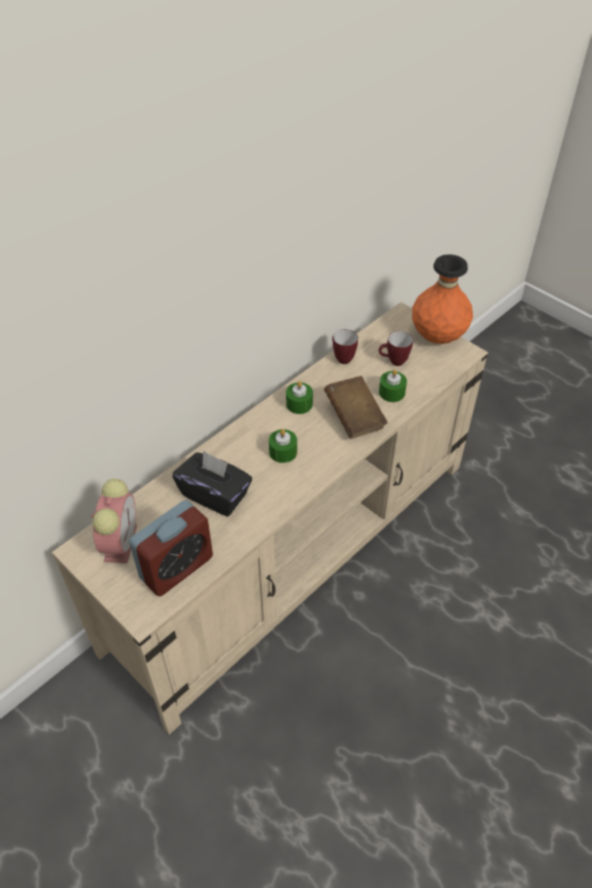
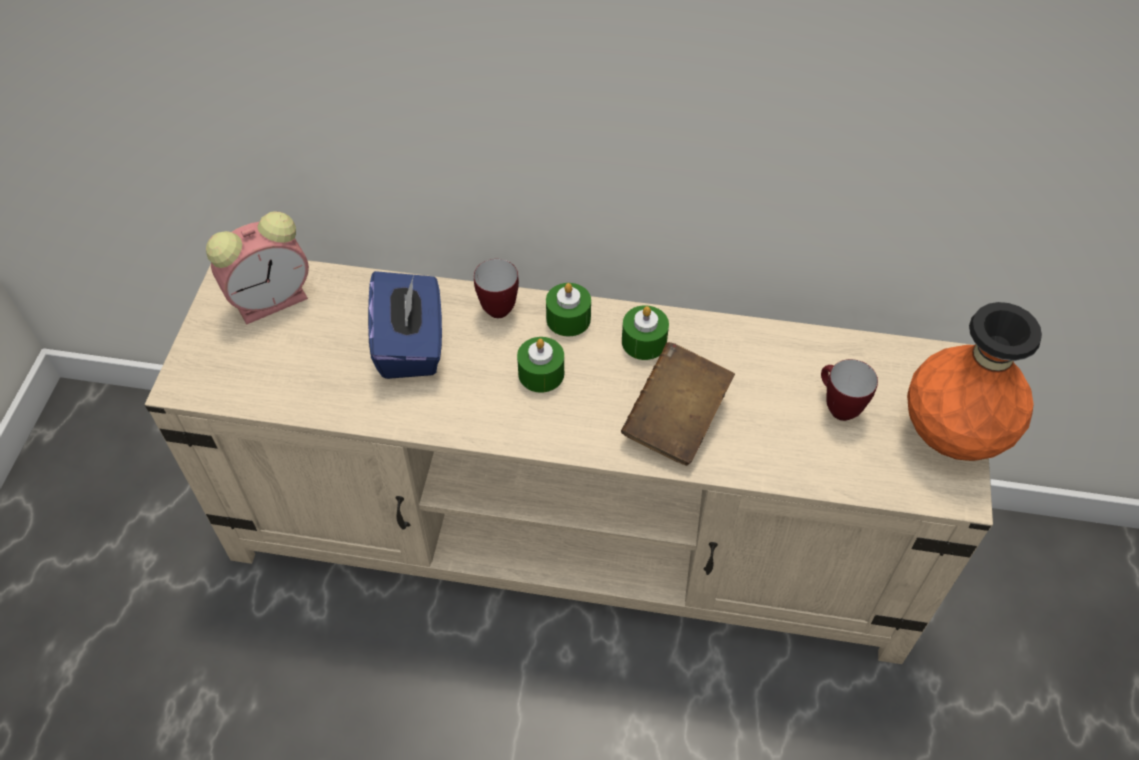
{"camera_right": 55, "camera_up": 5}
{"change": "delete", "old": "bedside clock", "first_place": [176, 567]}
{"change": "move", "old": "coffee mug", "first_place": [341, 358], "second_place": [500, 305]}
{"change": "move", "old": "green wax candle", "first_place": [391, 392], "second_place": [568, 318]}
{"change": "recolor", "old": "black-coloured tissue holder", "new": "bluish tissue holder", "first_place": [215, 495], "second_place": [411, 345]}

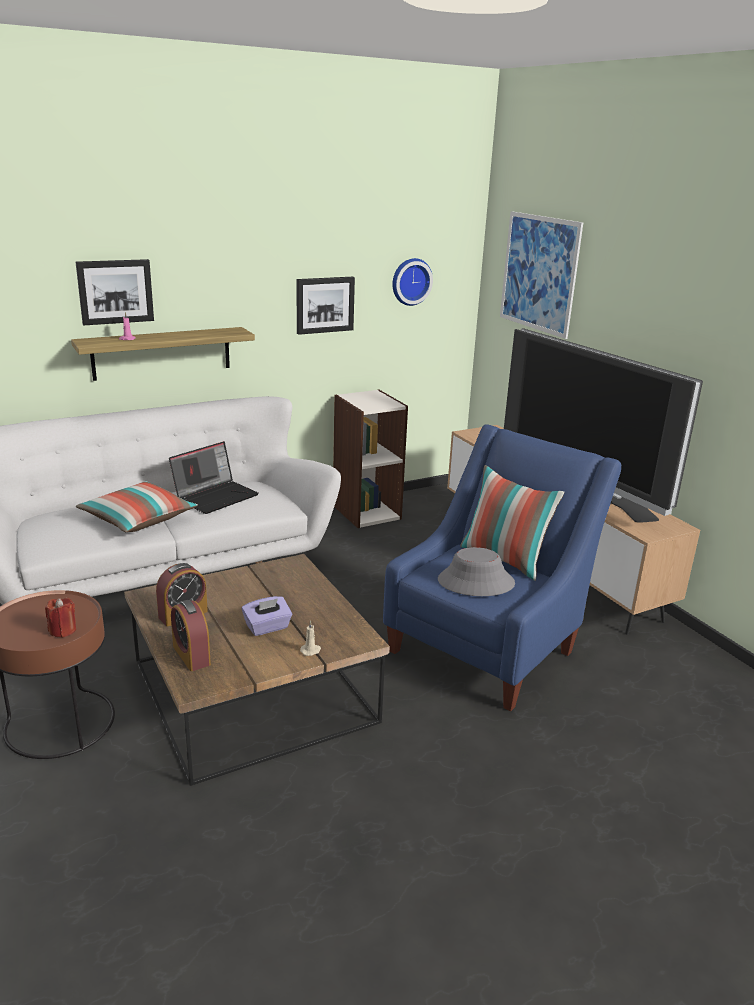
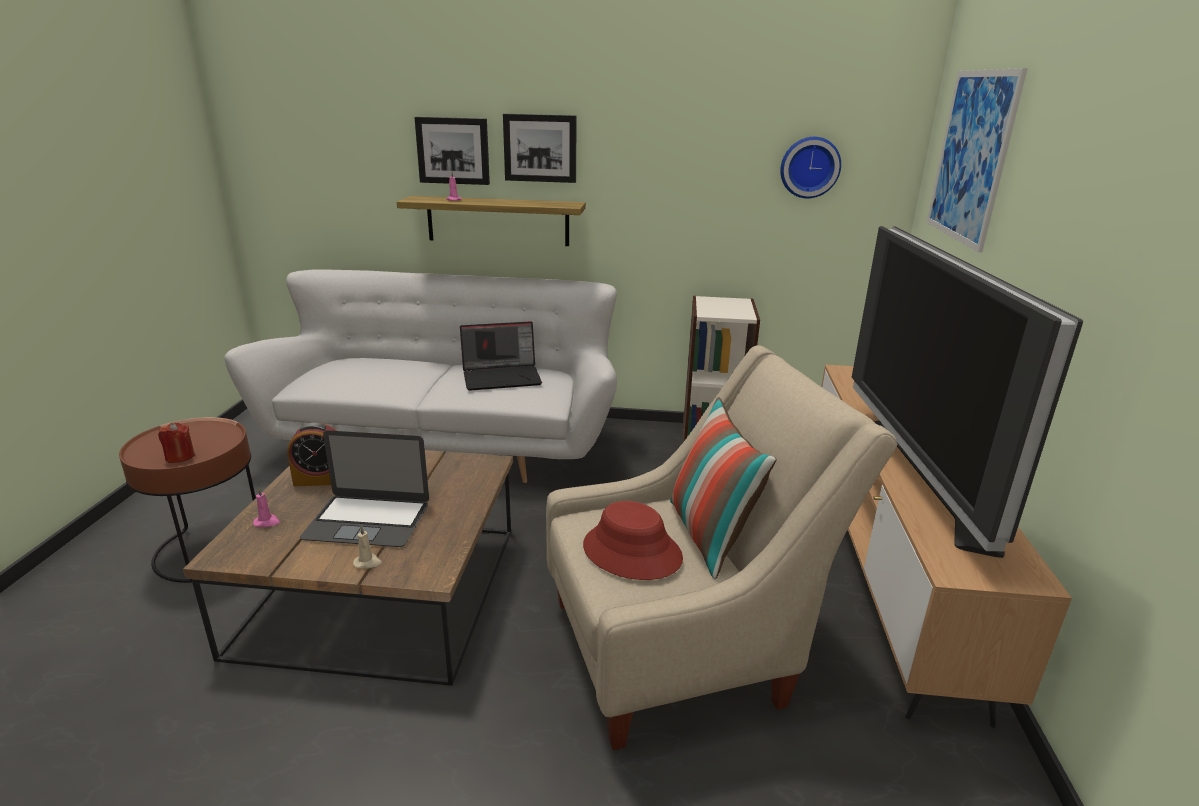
{"camera_right": 35, "camera_up": 0}
{"change": "delete", "old": "pillow", "first_place": [138, 520]}
{"change": "move", "old": "wall picture", "first_place": [324, 305], "second_place": [540, 148]}
{"change": "replace", "old": "bedside clock", "new": "pinkish wax candle", "first_place": [191, 655], "second_place": [267, 522]}
{"change": "replace", "old": "purple tissue holder", "new": "notebook computer", "first_place": [267, 627], "second_place": [368, 520]}
{"change": "recolor", "old": "bluish easy chair", "new": "beige easy chair", "first_place": [488, 645], "second_place": [682, 647]}
{"change": "recolor", "old": "grey clothing hat", "new": "reddish clothing hat", "first_place": [475, 582], "second_place": [631, 552]}

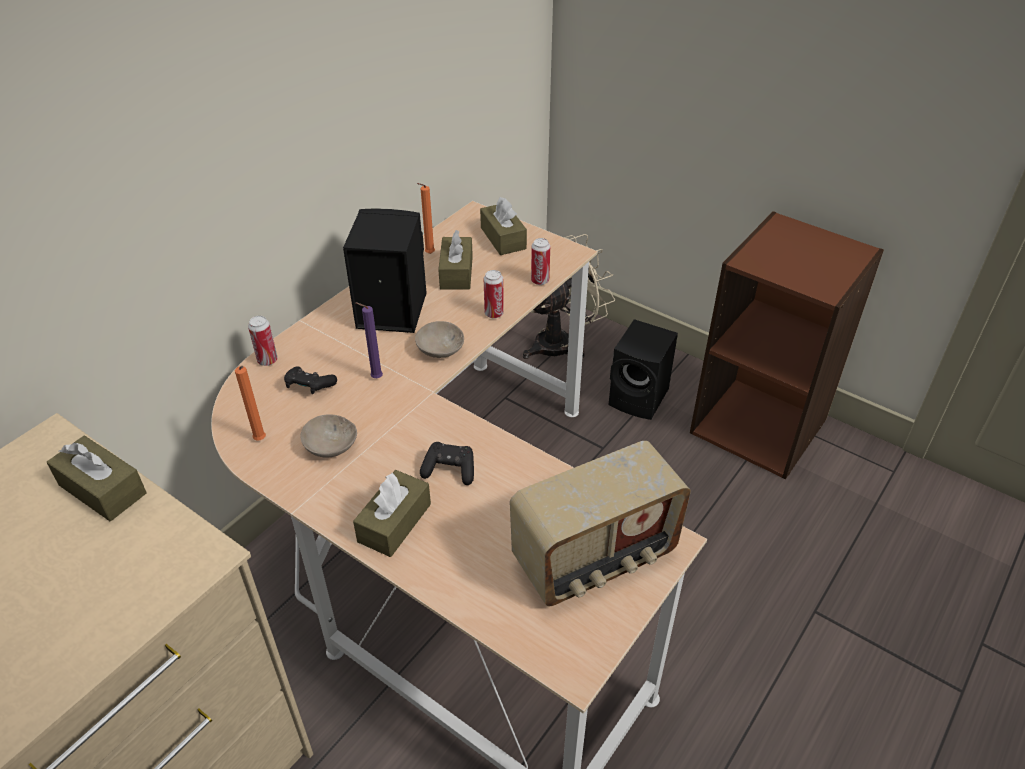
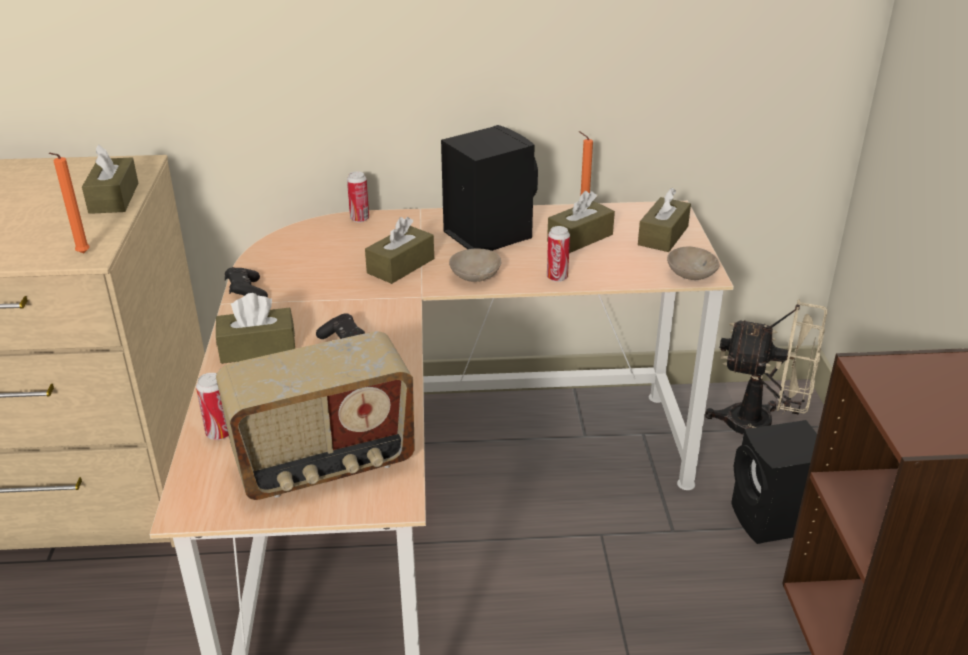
{"camera_right": 50, "camera_up": -10}
{"change": "move", "old": "orange wax candle", "first_place": [261, 441], "second_place": [82, 254]}
{"change": "move", "old": "black-coloured game controller", "first_place": [309, 387], "second_place": [246, 293]}
{"change": "move", "old": "beige deep dish", "first_place": [329, 446], "second_place": [689, 274]}
{"change": "move", "old": "can", "first_place": [540, 281], "second_place": [219, 433]}
{"change": "replace", "old": "purple wax candle", "new": "brown tissue holder", "first_place": [375, 378], "second_place": [401, 266]}
{"change": "rotate", "old": "radio", "first_place": [595, 559], "second_place": [325, 464], "degrees": -45}

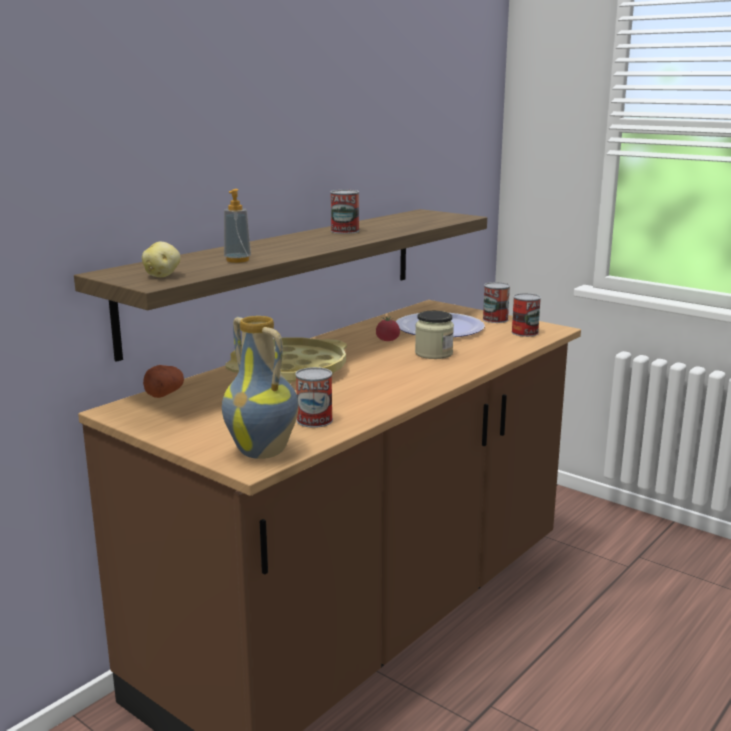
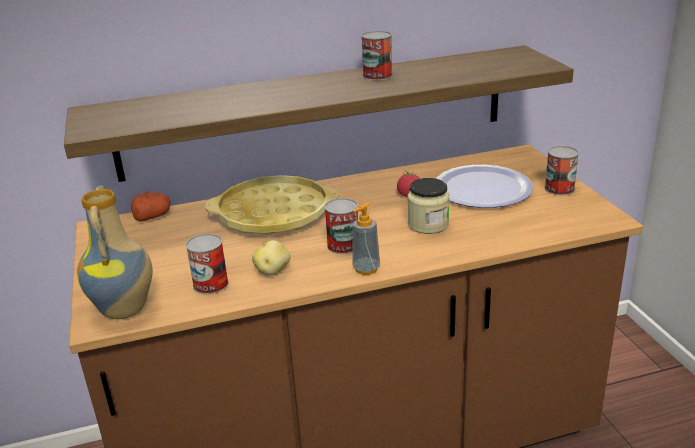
{"camera_right": 35, "camera_up": 10}
{"change": "move", "old": "spud", "first_place": [162, 275], "second_place": [273, 271]}
{"change": "move", "old": "soap bottle", "first_place": [237, 260], "second_place": [366, 269]}
{"change": "move", "old": "can", "first_place": [524, 332], "second_place": [343, 245]}

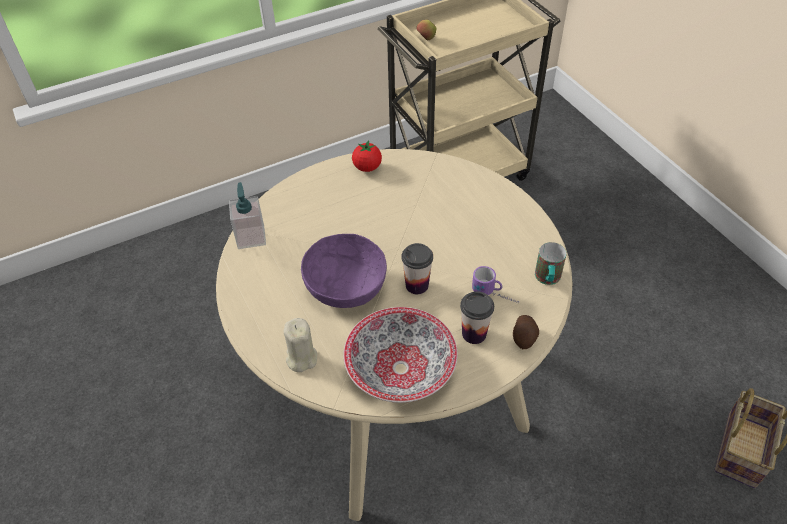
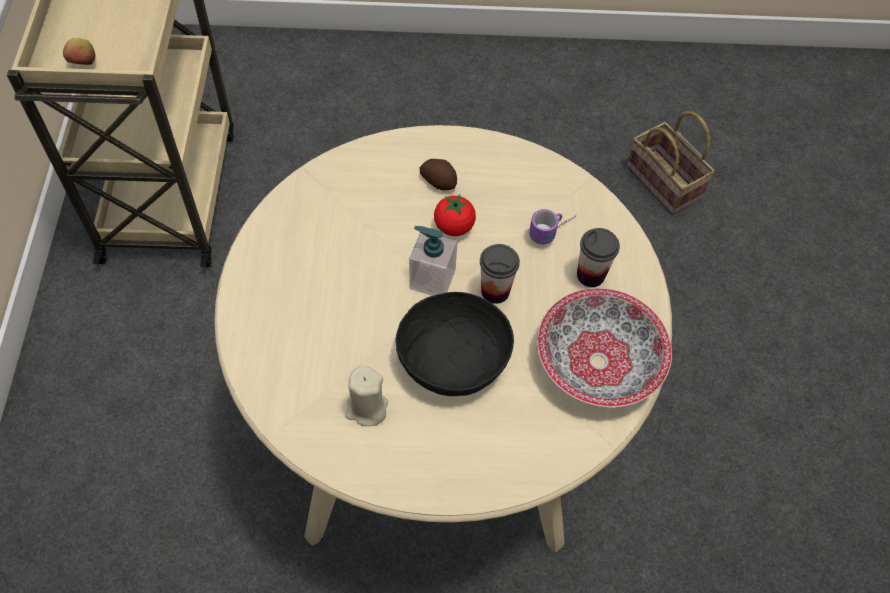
{"camera_right": -65, "camera_up": 10}
{"change": "delete", "old": "coffee mug", "first_place": [547, 279]}
{"change": "move", "old": "soap bottle", "first_place": [251, 237], "second_place": [432, 279]}
{"change": "move", "old": "beige wax candle", "first_place": [301, 358], "second_place": [366, 408]}
{"change": "move", "old": "whole tomato", "first_place": [367, 167], "second_place": [454, 226]}
{"change": "move", "old": "spud", "first_place": [524, 337], "second_place": [438, 180]}
{"change": "recolor", "old": "purple deep dish", "new": "black-coloured deep dish", "first_place": [345, 286], "second_place": [452, 360]}

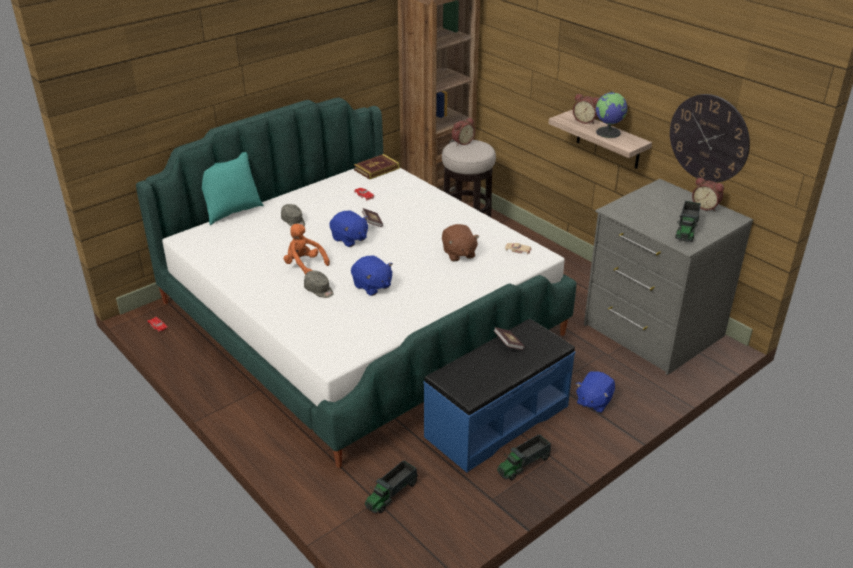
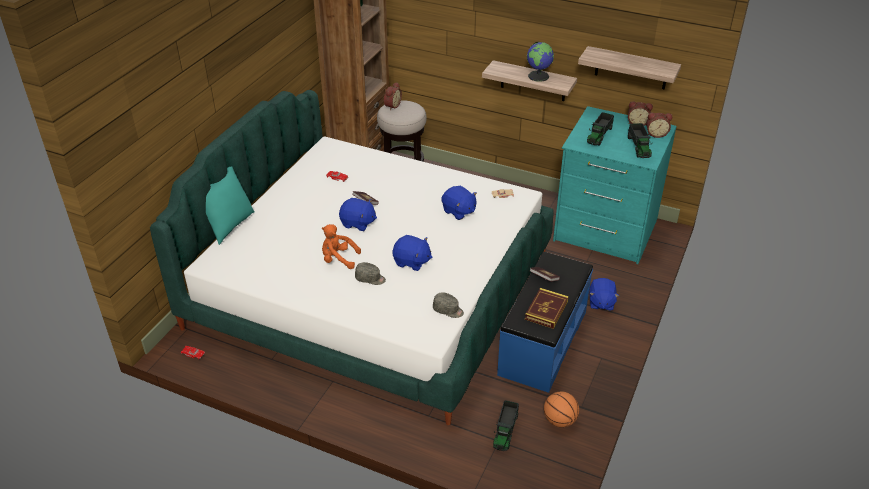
{"camera_right": -25, "camera_up": 5}
{"change": "insert", "new": "basketball ball", "second_place": [559, 420]}
{"change": "move", "old": "grey peaked cap", "first_place": [294, 221], "second_place": [448, 310]}
{"change": "move", "old": "bound book", "first_place": [376, 169], "second_place": [546, 310]}
{"change": "move", "old": "model truck", "first_place": [524, 465], "second_place": [599, 135]}
{"change": "move", "old": "bedside clock", "first_place": [585, 120], "second_place": [656, 134]}
{"change": "replace", "old": "wall clock", "new": "shelf", "first_place": [709, 138], "second_place": [631, 68]}
{"change": "recolor", "old": "brown plush toy", "new": "bluish plush toy", "first_place": [458, 254], "second_place": [459, 211]}
{"change": "recolor", "old": "grey chest of drawers", "new": "turquoise chest of drawers", "first_place": [652, 331], "second_place": [605, 231]}

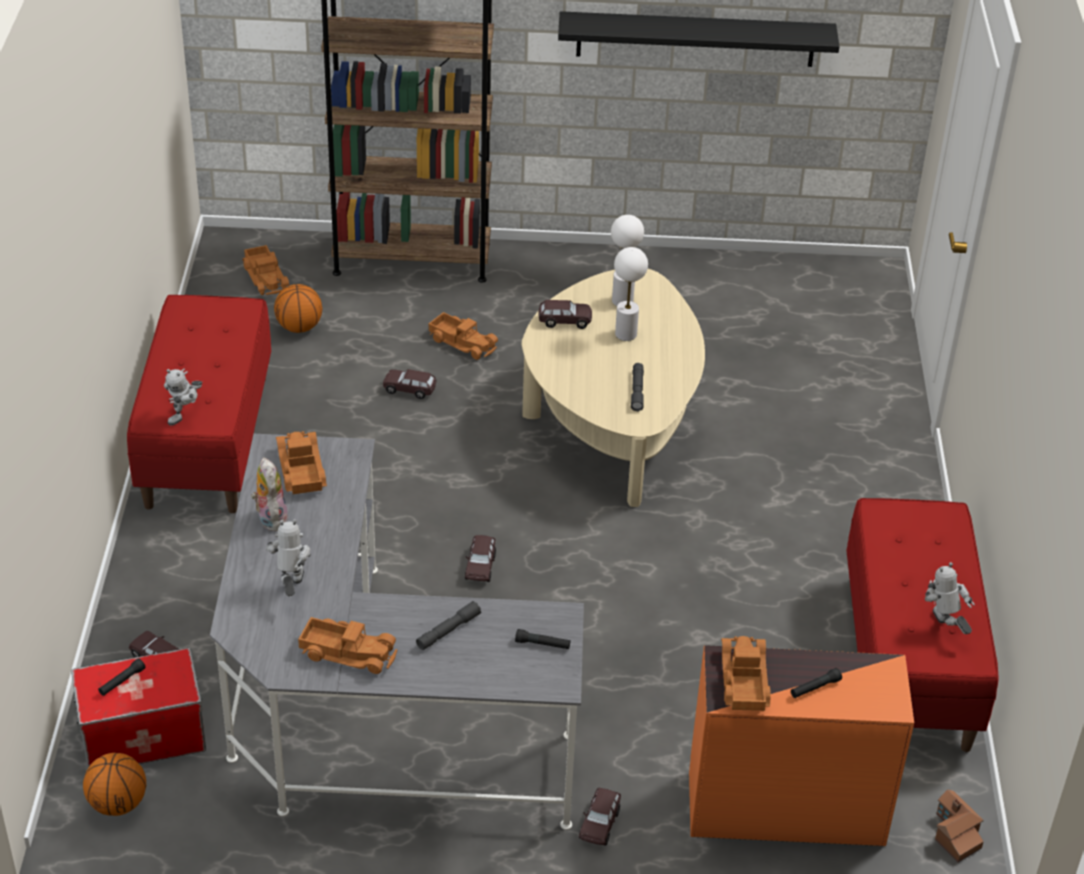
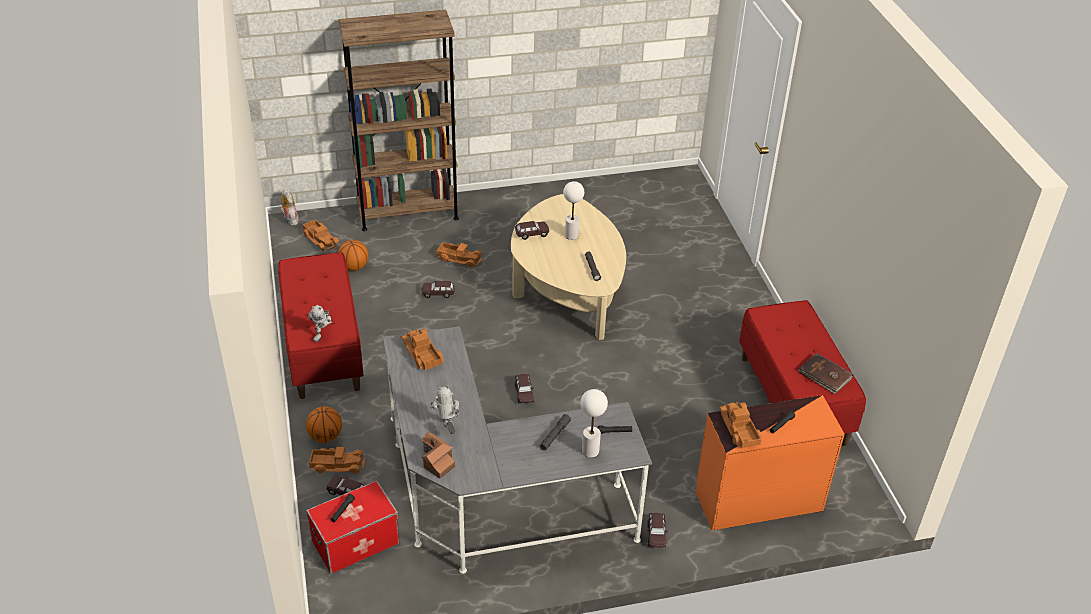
{"camera_right": -15, "camera_up": 0}
{"change": "delete", "old": "black-coloured shelf", "first_place": [695, 39]}
{"change": "move", "old": "basketball ball", "first_place": [118, 804], "second_place": [325, 436]}
{"change": "move", "old": "plush toy", "first_place": [270, 518], "second_place": [289, 220]}
{"change": "move", "old": "model truck", "first_place": [348, 652], "second_place": [337, 464]}
{"change": "move", "old": "white-coloured tabletop lamp", "first_place": [623, 301], "second_place": [590, 451]}
{"change": "move", "old": "toy house", "first_place": [954, 834], "second_place": [436, 461]}
{"change": "replace", "old": "model robot", "new": "brown bound book", "first_place": [943, 628], "second_place": [825, 375]}

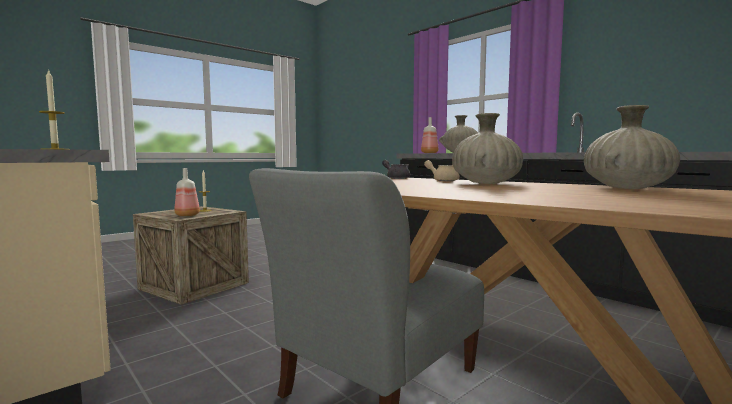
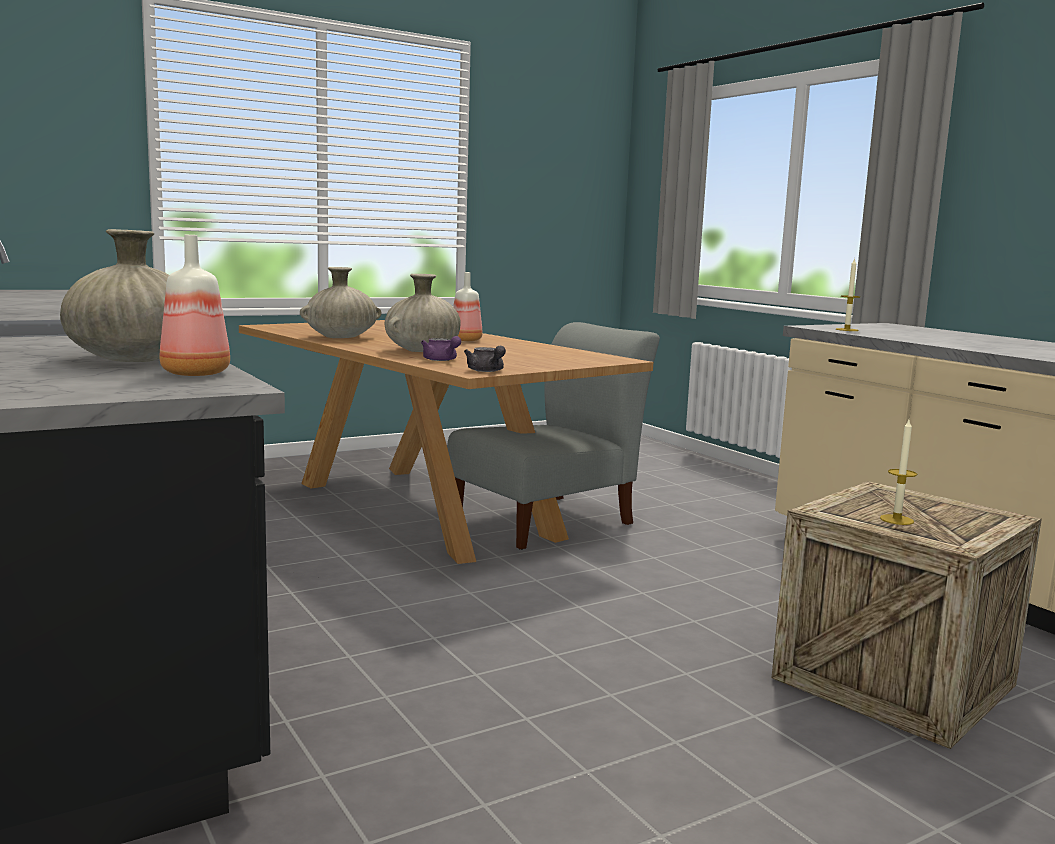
{"camera_right": -170, "camera_up": 5}
{"change": "move", "old": "beverage bottle", "first_place": [187, 215], "second_place": [466, 340]}
{"change": "recolor", "old": "beige tea pot", "new": "purple tea pot", "first_place": [443, 180], "second_place": [441, 360]}

